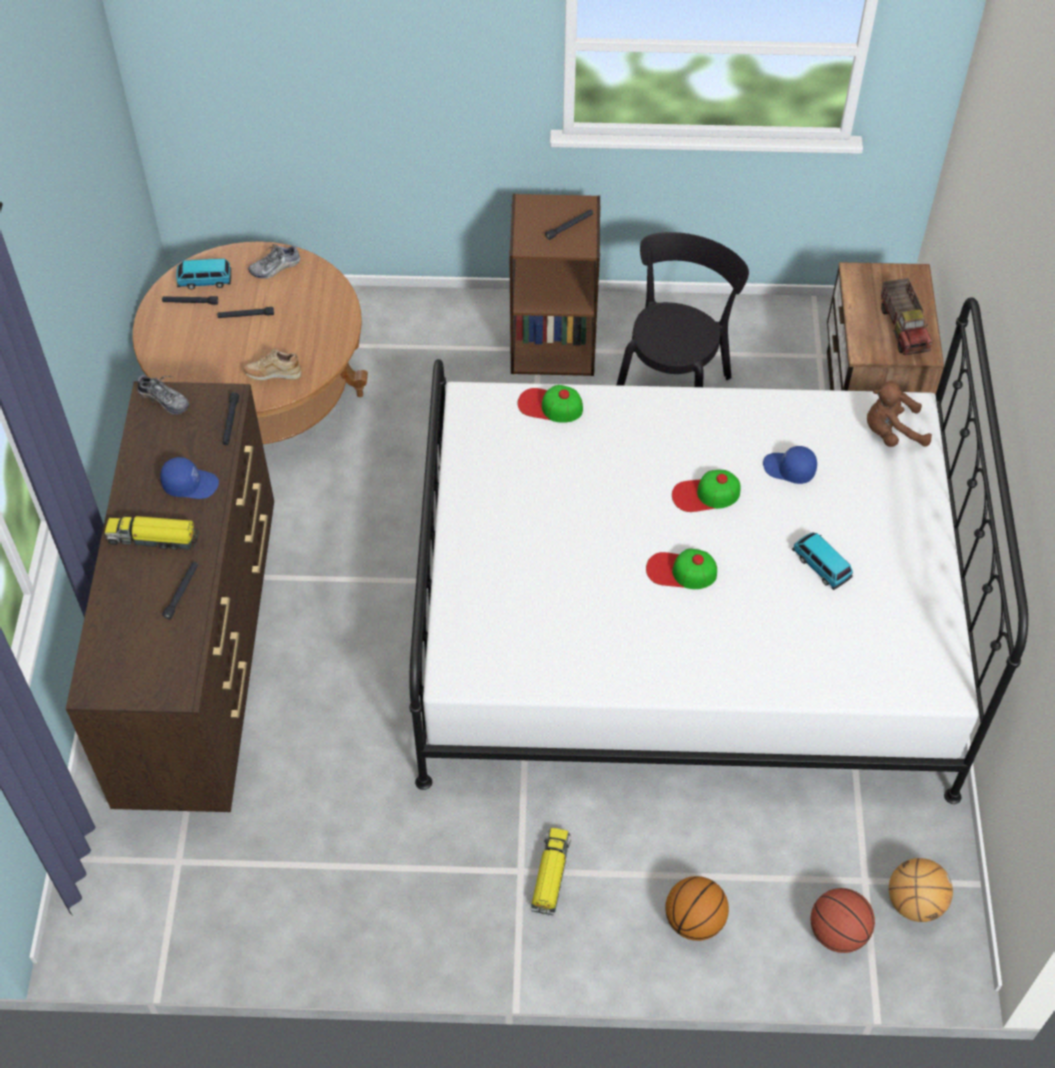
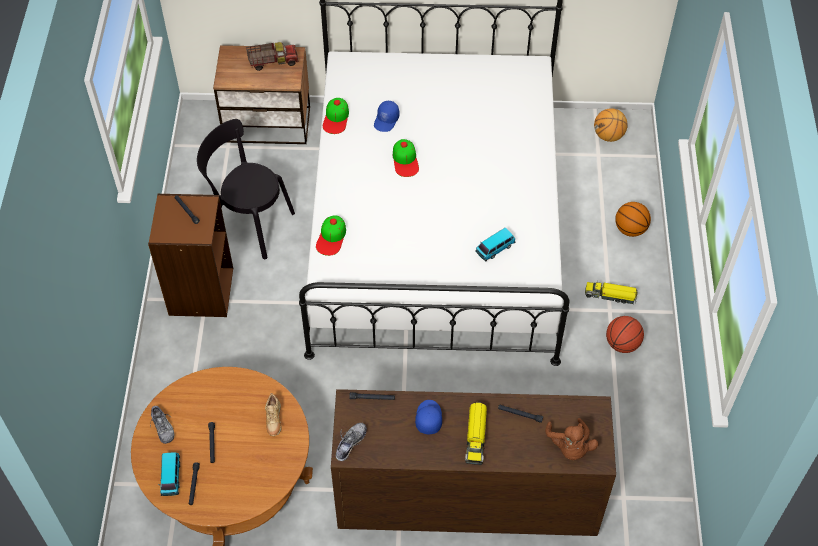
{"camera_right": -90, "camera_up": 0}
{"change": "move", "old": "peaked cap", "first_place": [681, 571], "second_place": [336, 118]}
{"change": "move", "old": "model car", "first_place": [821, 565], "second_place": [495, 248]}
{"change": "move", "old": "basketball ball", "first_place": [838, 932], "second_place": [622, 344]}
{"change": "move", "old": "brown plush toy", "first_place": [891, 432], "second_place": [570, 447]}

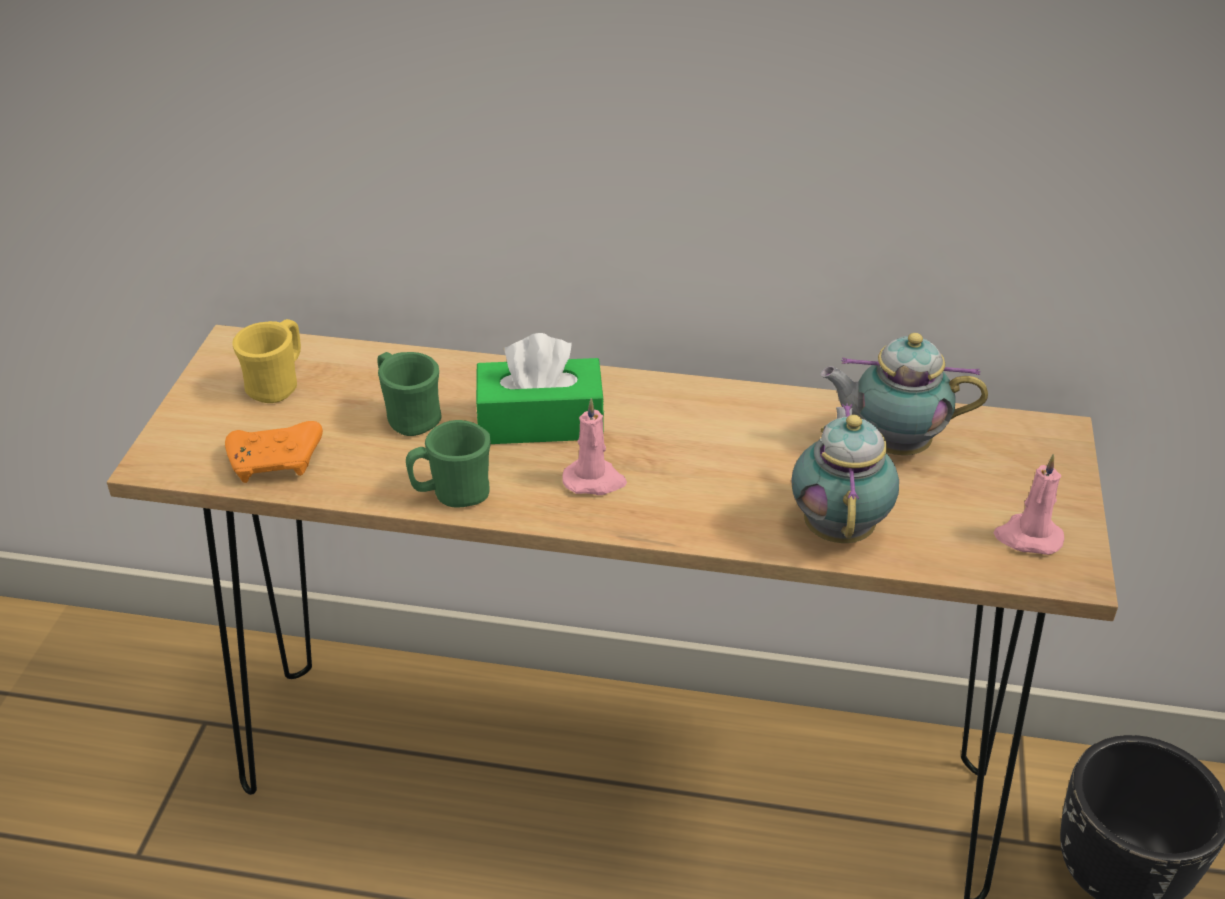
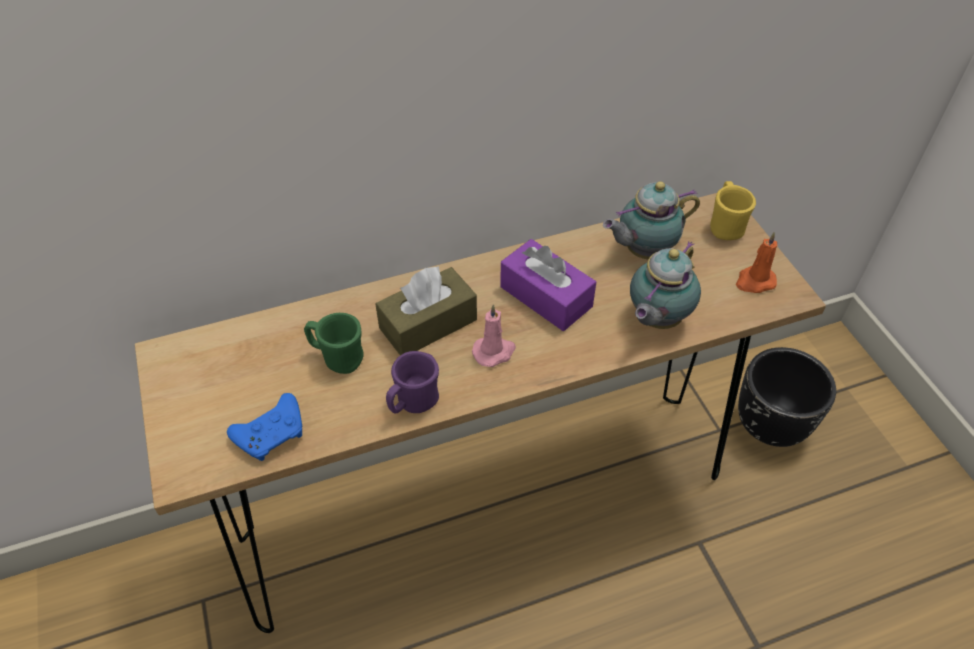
{"camera_right": -30, "camera_up": 10}
{"change": "insert", "new": "purple tissue holder", "second_place": [546, 296]}
{"change": "move", "old": "yellow coffee mug", "first_place": [278, 385], "second_place": [725, 226]}
{"change": "recolor", "old": "orange game controller", "new": "bluish game controller", "first_place": [277, 462], "second_place": [273, 434]}
{"change": "recolor", "old": "green coffee mug", "new": "purple coffee mug", "first_place": [452, 494], "second_place": [413, 403]}
{"change": "recolor", "old": "green tissue holder", "new": "brown tissue holder", "first_place": [540, 422], "second_place": [428, 324]}
{"change": "recolor", "old": "pinkish wax candle", "new": "orange wax candle", "first_place": [1027, 537], "second_place": [754, 282]}
{"change": "rotate", "old": "tea pot", "first_place": [839, 527], "second_place": [655, 320], "degrees": -120}

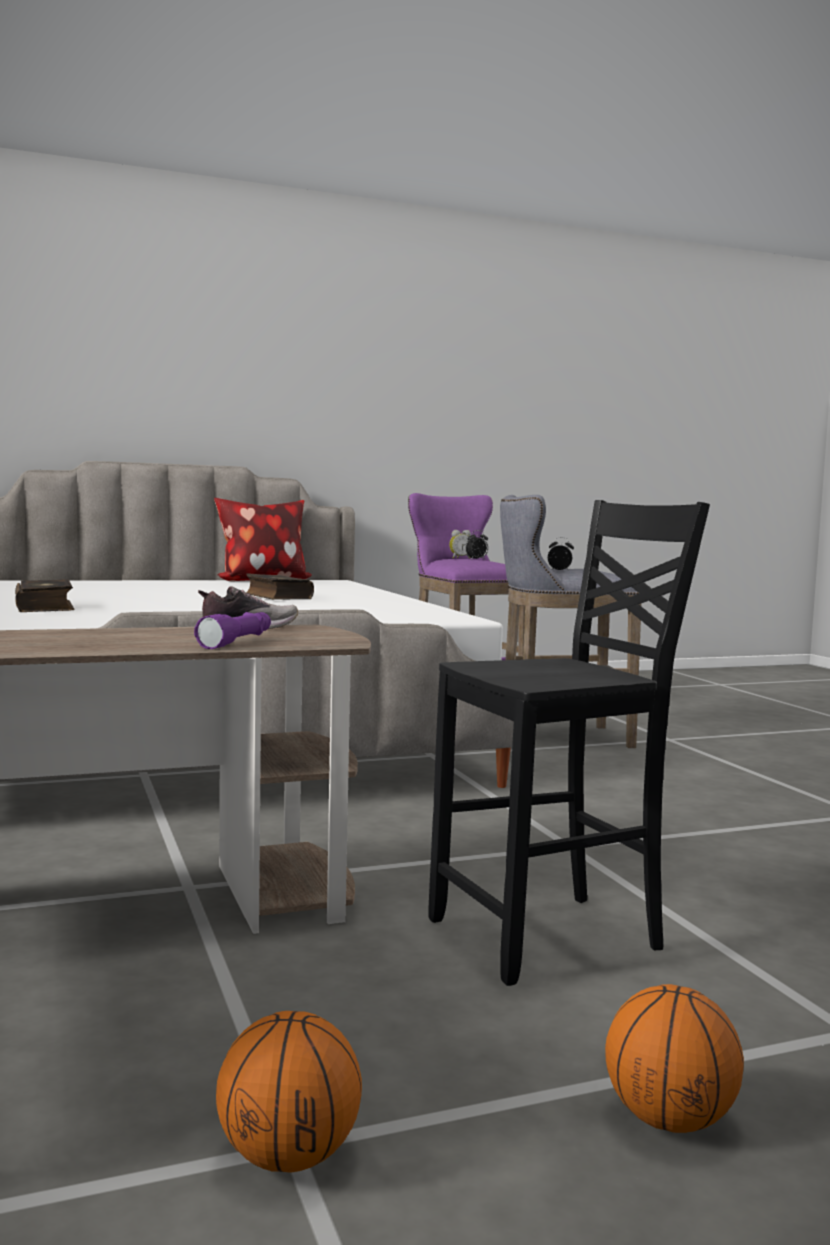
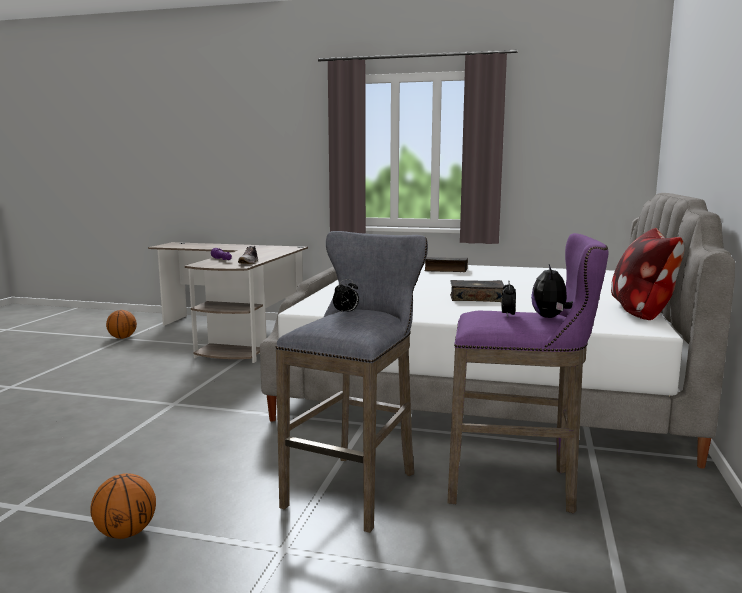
{"camera_right": 125, "camera_up": 5}
{"change": "delete", "old": "black-coloured chair", "first_place": [551, 936]}
{"change": "move", "old": "basketball ball", "first_place": [670, 1120], "second_place": [126, 533]}
{"change": "replace", "old": "bedside clock", "new": "plush toy", "first_place": [459, 558], "second_place": [550, 317]}

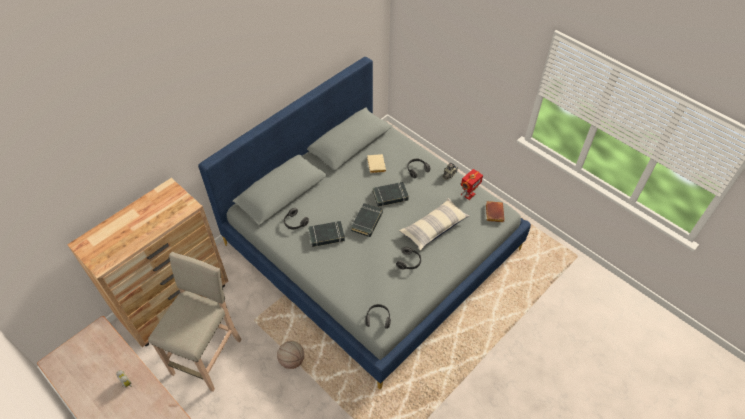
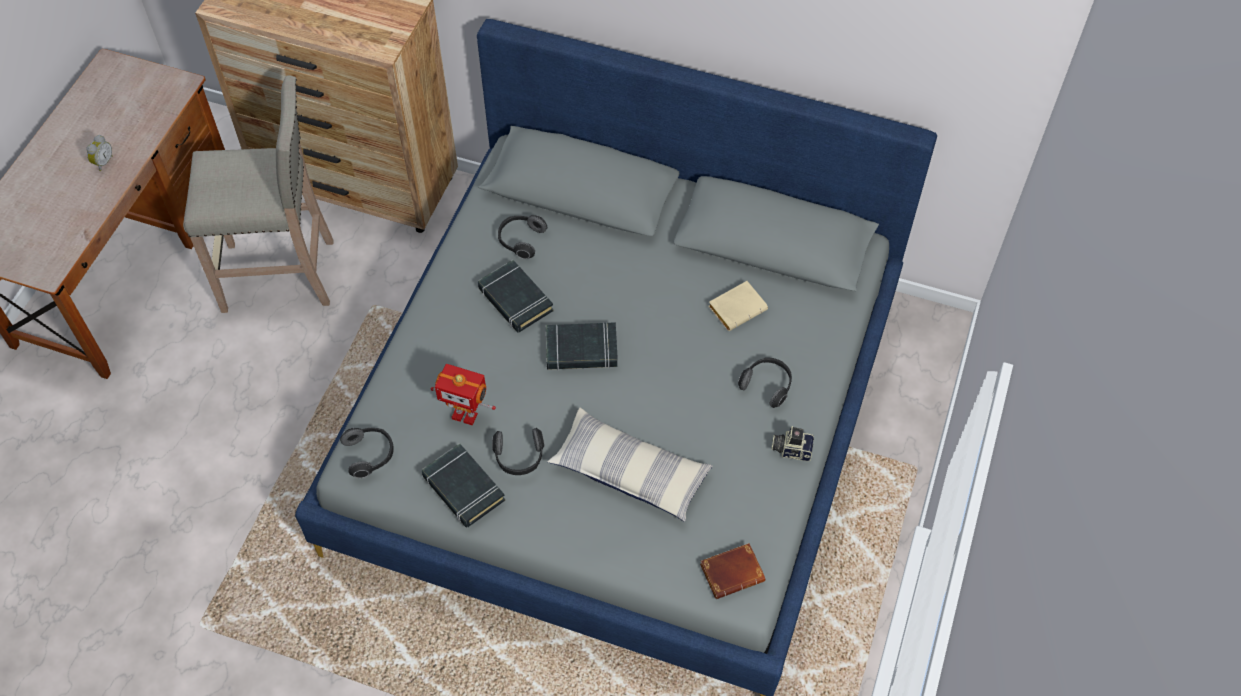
{"camera_right": 65, "camera_up": 5}
{"change": "delete", "old": "basketball ball", "first_place": [292, 360]}
{"change": "move", "old": "black-coloured bound book", "first_place": [390, 196], "second_place": [463, 489]}
{"change": "move", "old": "model robot", "first_place": [469, 195], "second_place": [465, 414]}

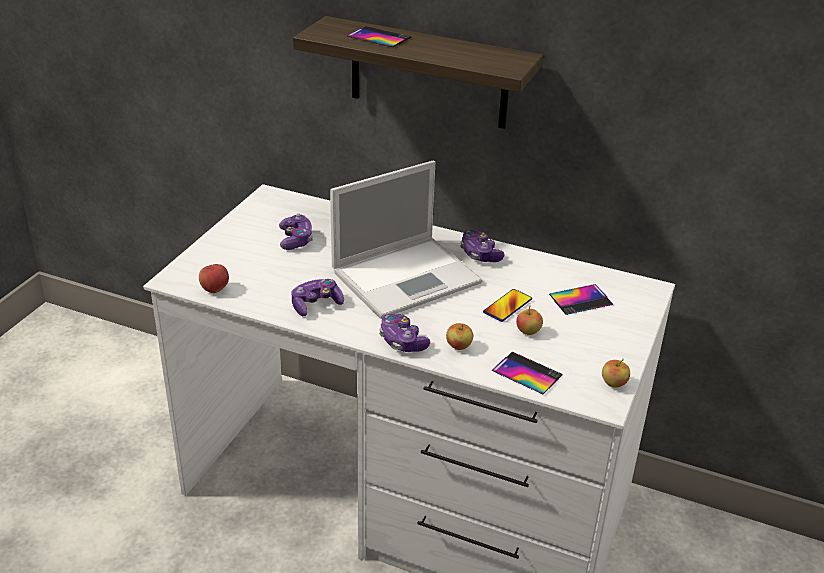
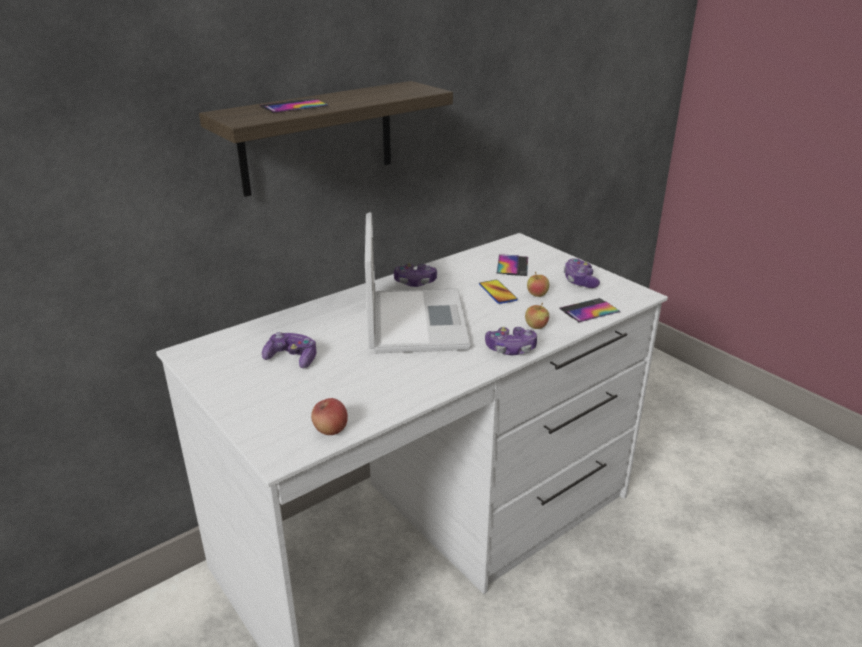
{"camera_right": -60, "camera_up": -5}
{"change": "delete", "old": "apple fruit", "first_place": [613, 383]}
{"change": "move", "old": "game controller", "first_place": [316, 305], "second_place": [579, 281]}

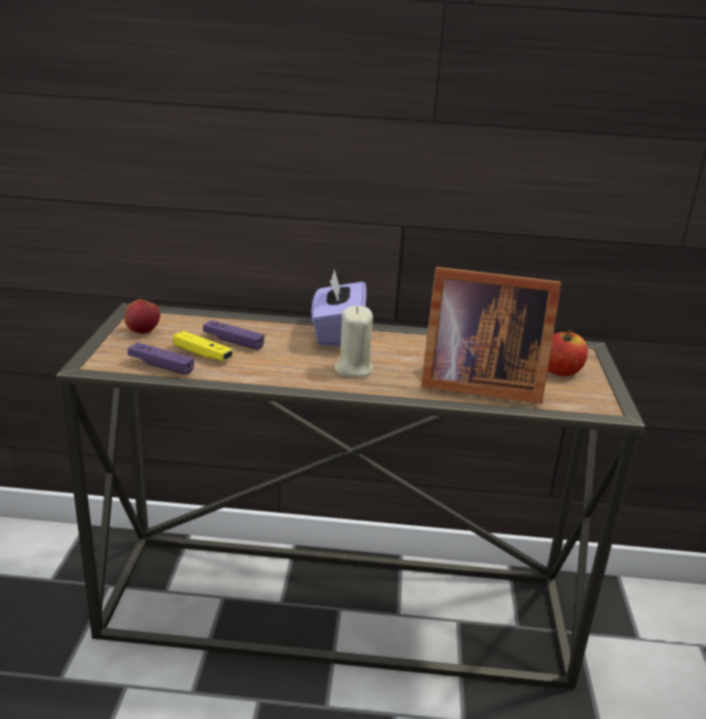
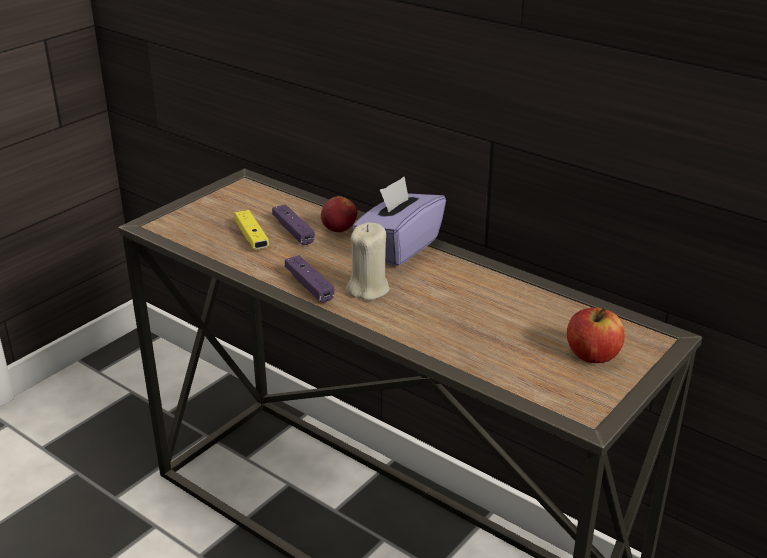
{"camera_right": 35, "camera_up": 5}
{"change": "delete", "old": "picture frame", "first_place": [476, 383]}
{"change": "move", "old": "apple fruit", "first_place": [143, 331], "second_place": [339, 229]}
{"change": "move", "old": "purple game controller", "first_place": [161, 365], "second_place": [309, 286]}

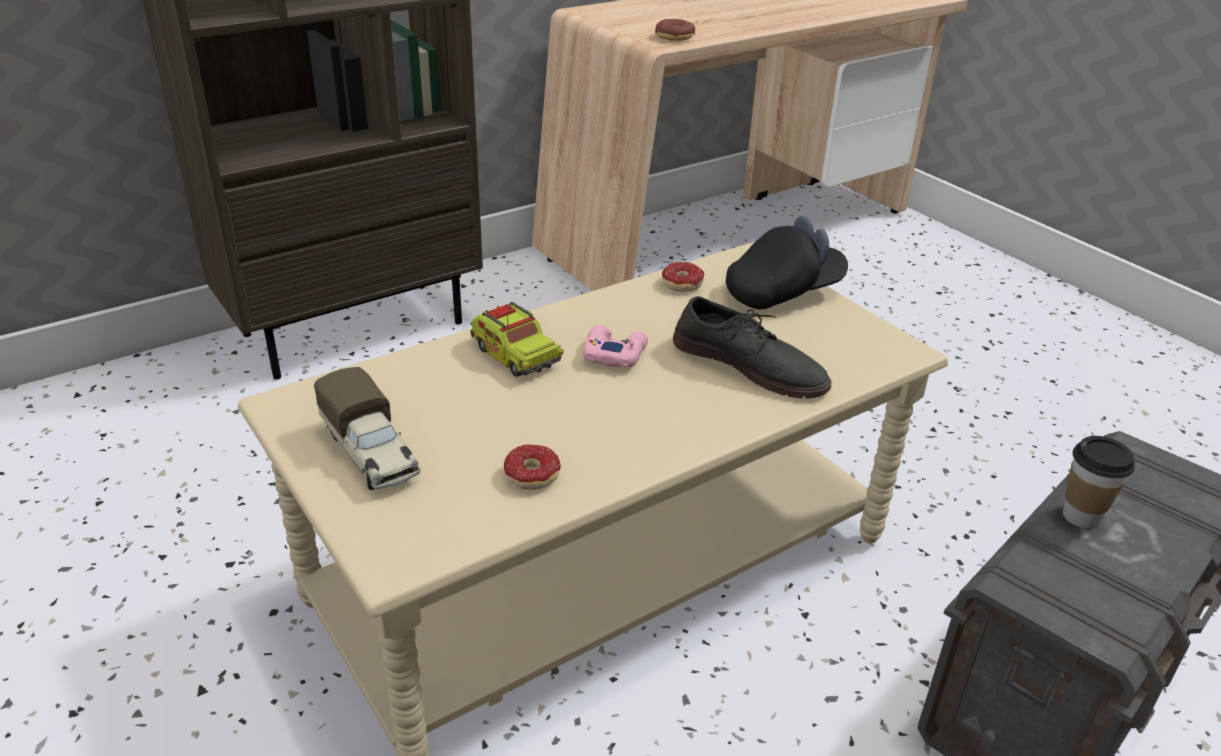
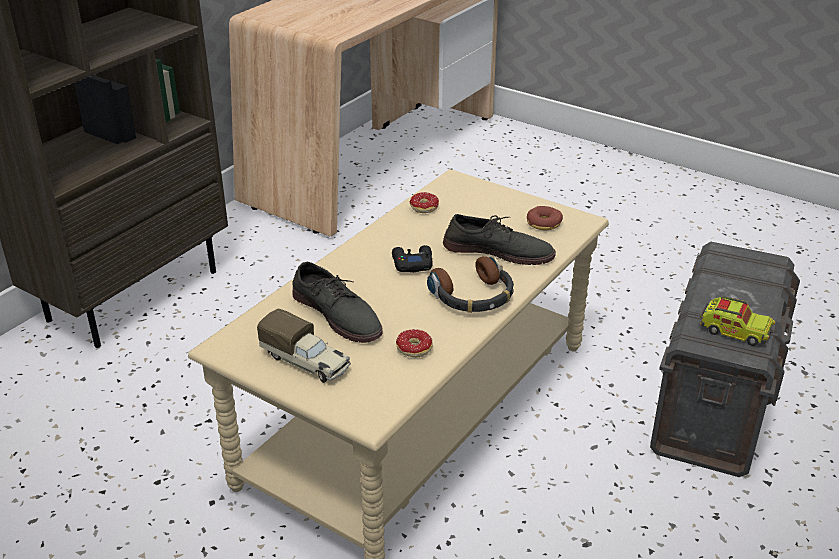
{"camera_right": -20, "camera_up": 0}
{"change": "delete", "old": "black-coloured peaked cap", "first_place": [783, 292]}
{"change": "delete", "old": "cup", "first_place": [1081, 516]}
{"change": "insert", "new": "grey item of footwear", "second_place": [338, 314]}
{"change": "insert", "new": "pair of headphones", "second_place": [473, 296]}
{"change": "move", "old": "model truck", "first_place": [515, 355], "second_place": [734, 331]}
{"change": "move", "old": "donut", "first_place": [674, 37], "second_place": [543, 223]}
{"change": "recolor", "old": "pinkish game controller", "new": "black-coloured game controller", "first_place": [614, 353], "second_place": [412, 263]}

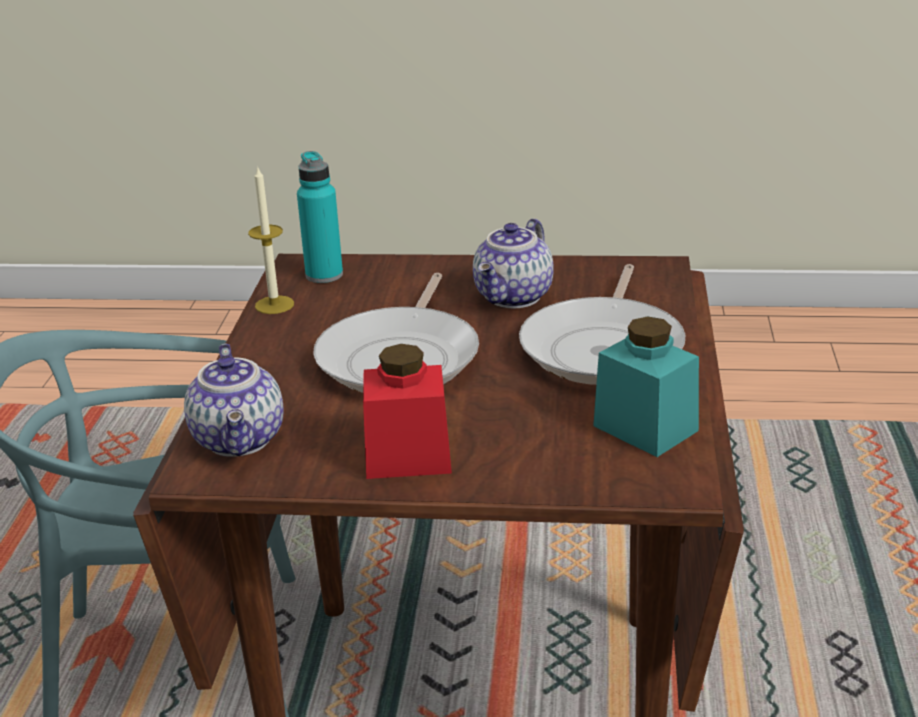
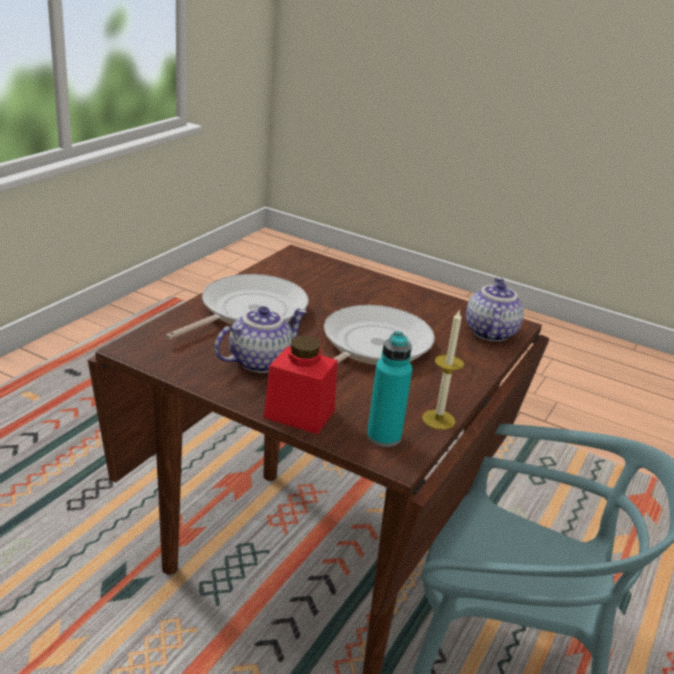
{"camera_right": -160, "camera_up": 0}
{"change": "delete", "old": "turquoise jar", "first_place": [645, 428]}
{"change": "move", "old": "reddish jar", "first_place": [408, 457], "second_place": [299, 414]}

